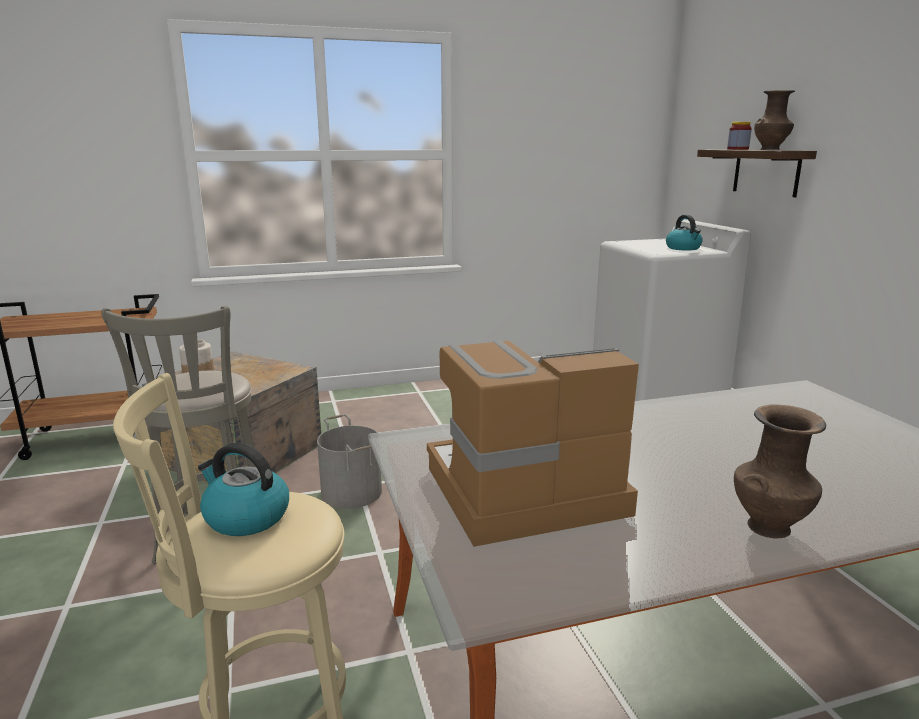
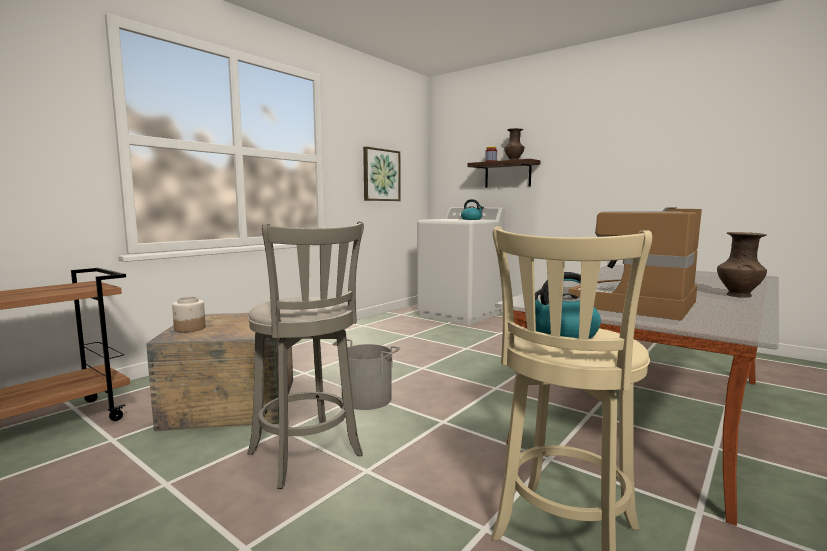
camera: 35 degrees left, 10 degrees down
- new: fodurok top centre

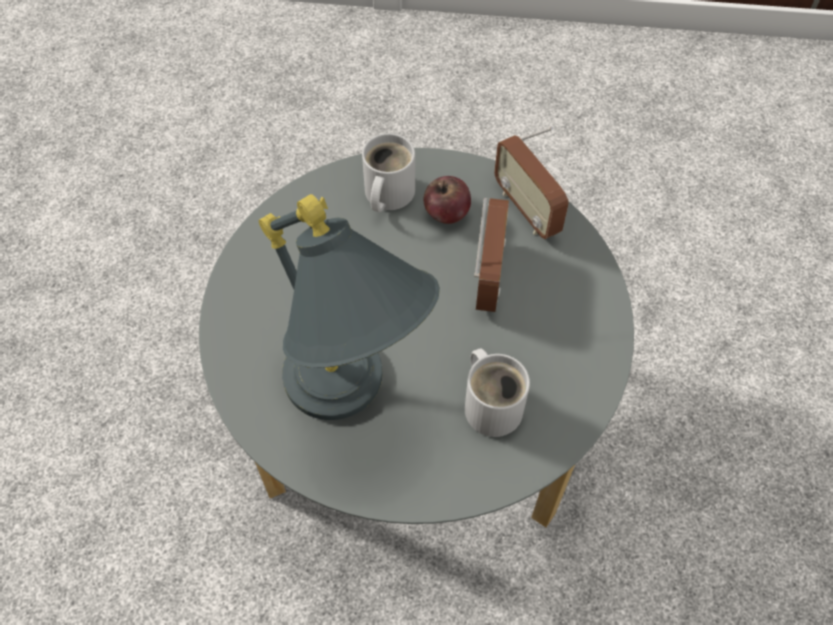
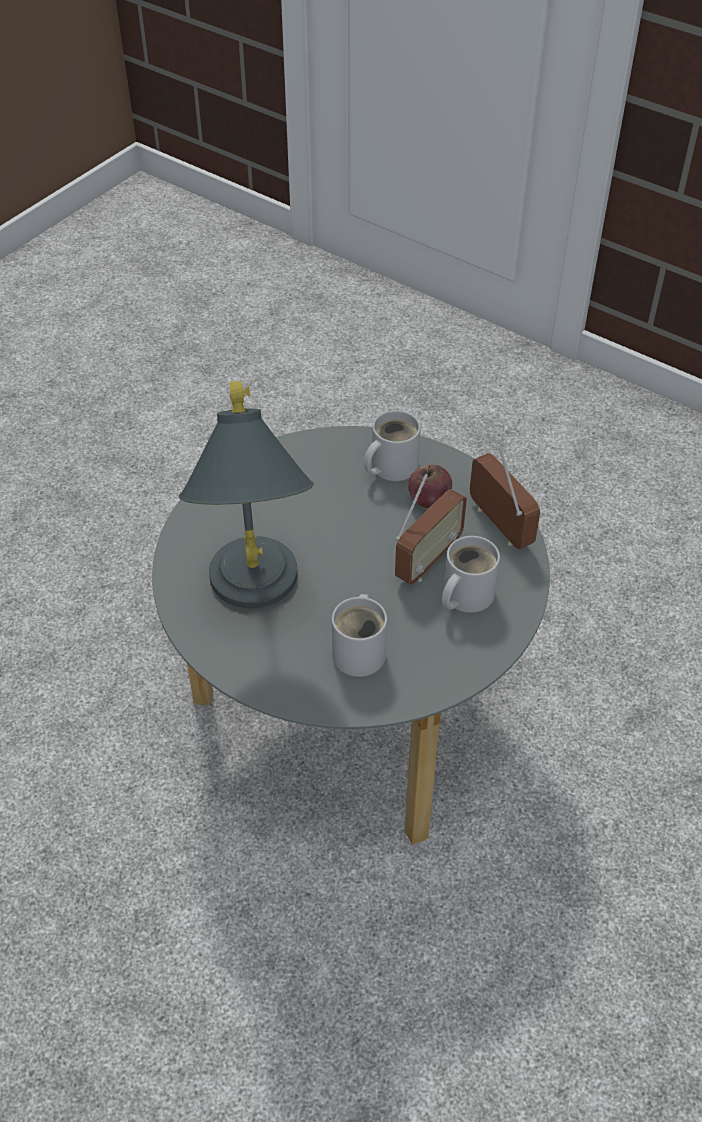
camera: 30 degrees right, 10 degrees down
- rotated: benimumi (no. 2 from left) top centre = middle right 150 degrees clockwise
- new: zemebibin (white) (no. 3 from left) middle right

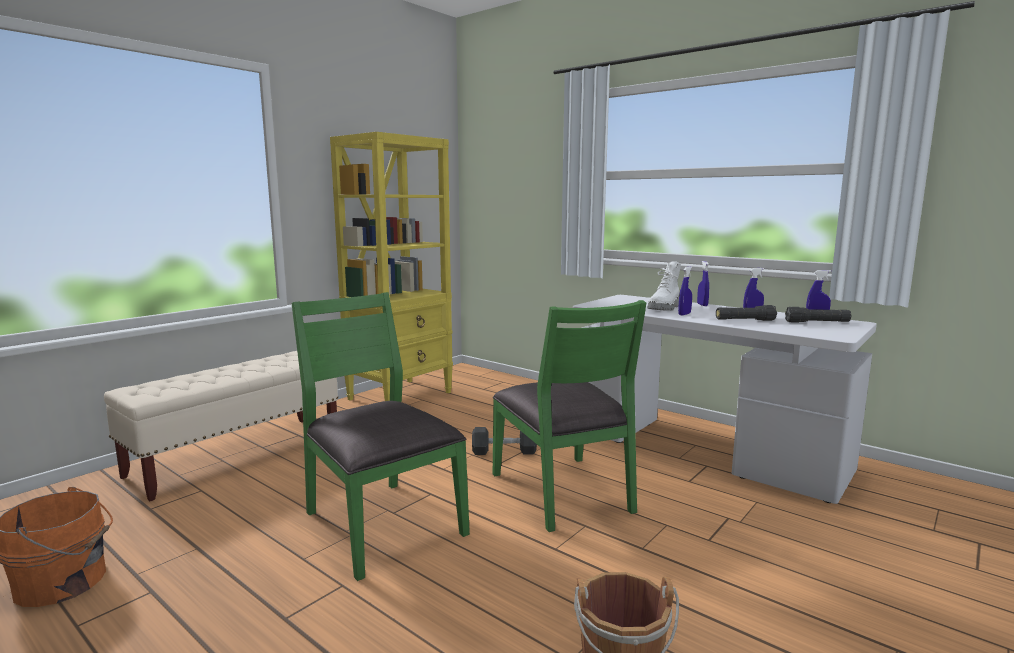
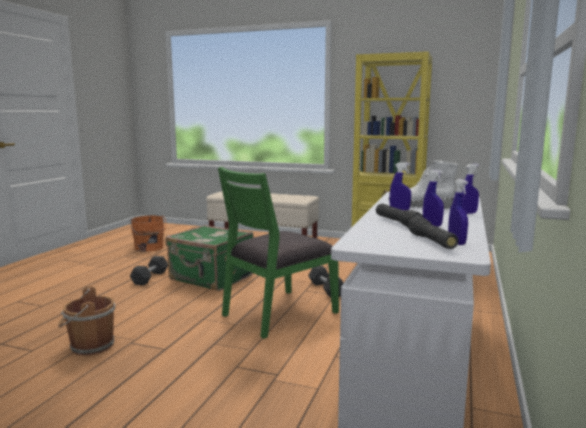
camera: 70 degrees right, 0 degrees up
- swapped: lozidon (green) (no. 1 from left) bottom centre to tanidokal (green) centre
- new: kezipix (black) (no. 1 from left) middle left

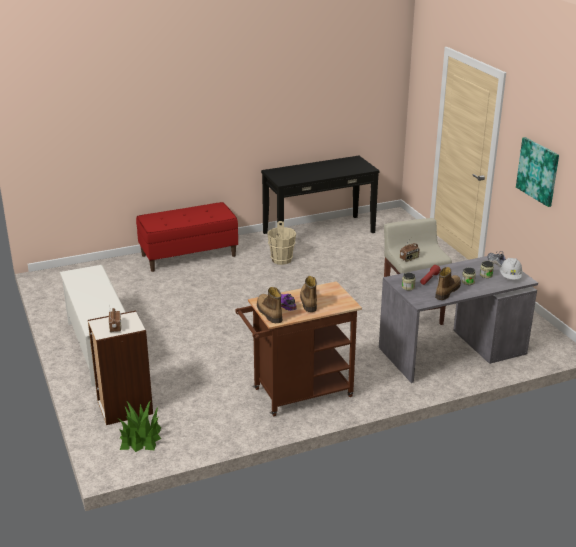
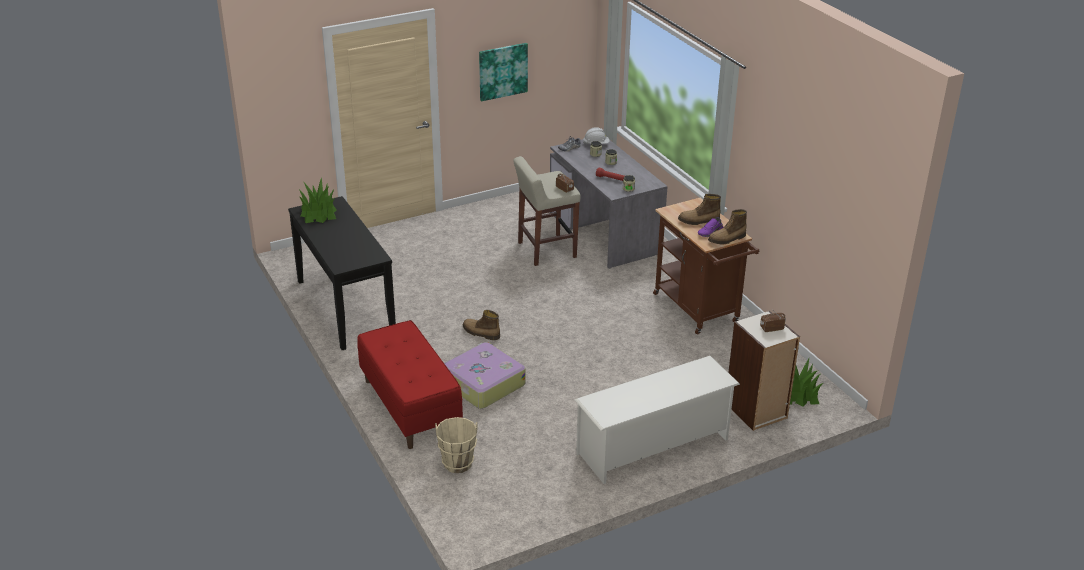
camera: 95 degrees left, 5 degrees up
- shifted: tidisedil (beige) centre to bottom centre
- shifted: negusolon (no. 3 from left in the first image) middle right to negusolon (no. 1 from left) centre
- new: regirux (no. 1 from left) middle left
- new: tanidokal centre

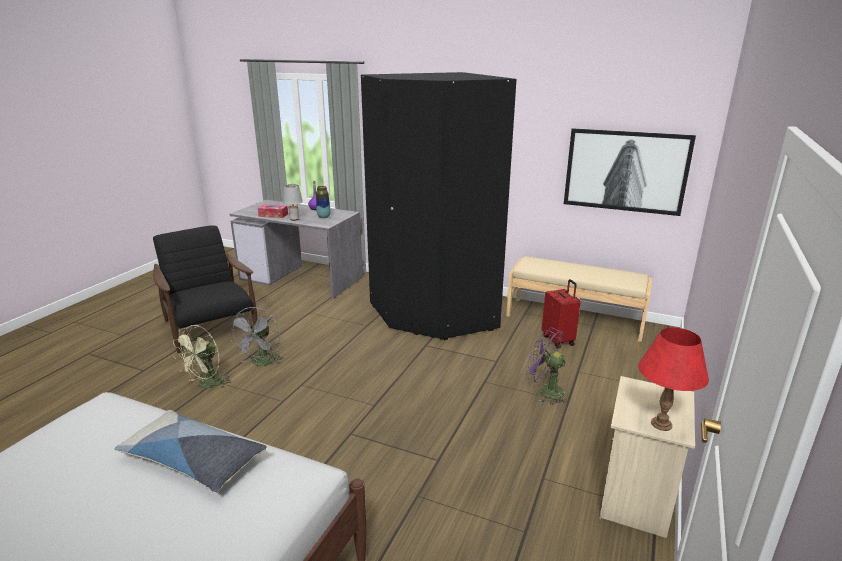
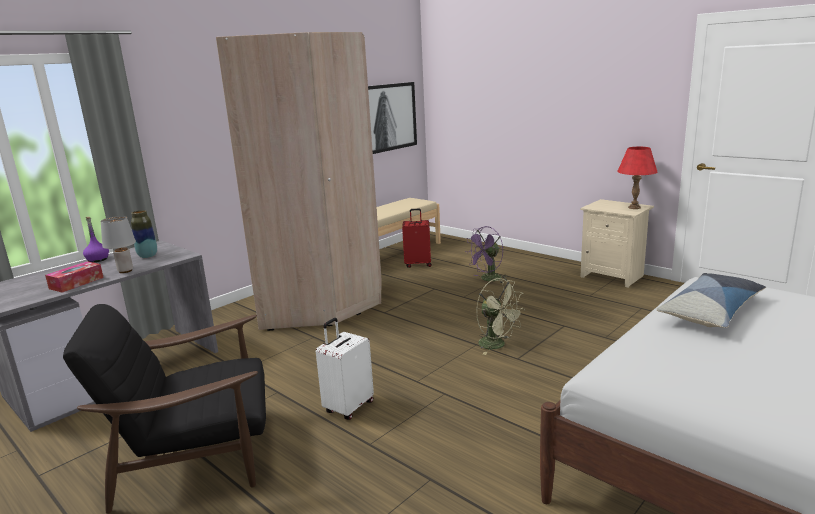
camera: 70 degrees left, 5 degrees down
- repainted: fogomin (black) centre to fogomin (beige) centre
- swapped: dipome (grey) middle left to tanidokal (white) bottom centre
- shifted: dipome (green) middle left to centre

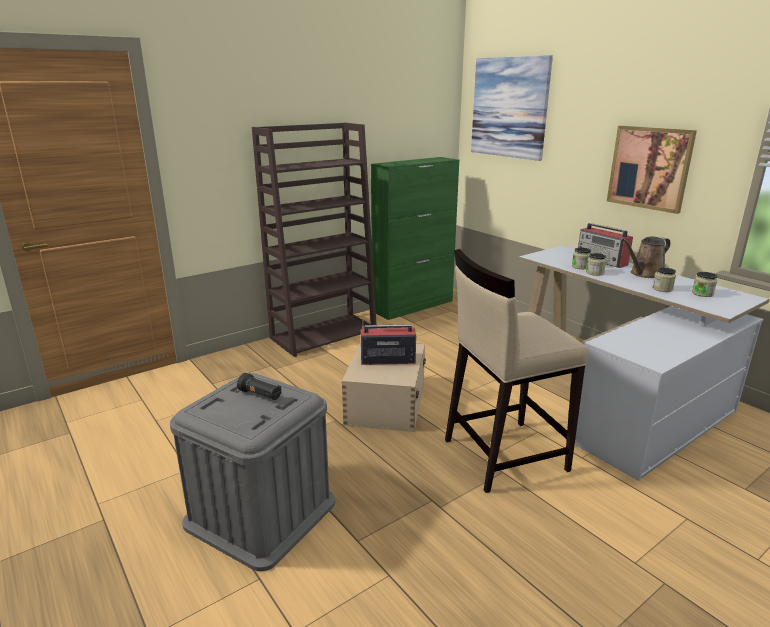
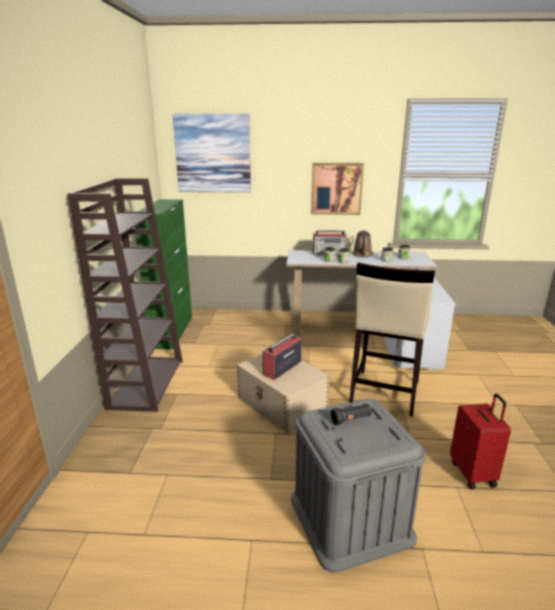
camera: 50 degrees left, 0 degrees up
- new: tanidokal (red) bottom right

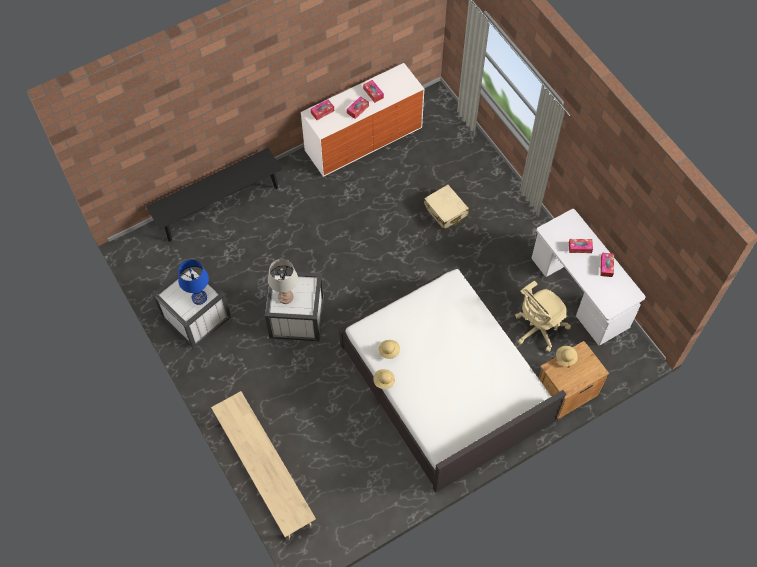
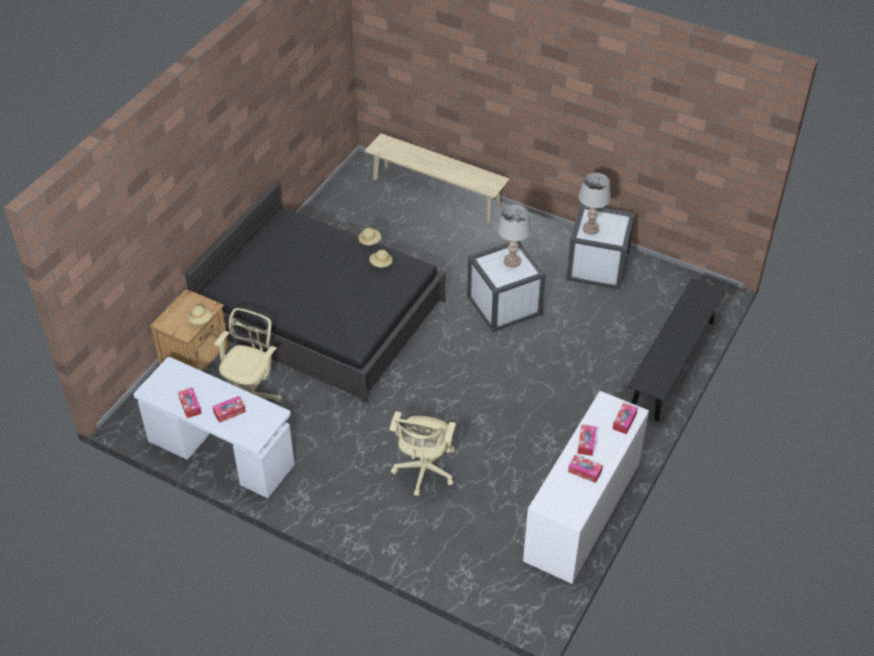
camera: 150 degrees right, 15 degrees down
- swapped: tanidokal (beige) centre to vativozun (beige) (no. 2 from left) bottom centre
- repainted: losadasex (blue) middle left to losadasex (grey) (no. 2 from left) top right
- repainted: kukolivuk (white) bottom centre to kukolivuk (black) centre

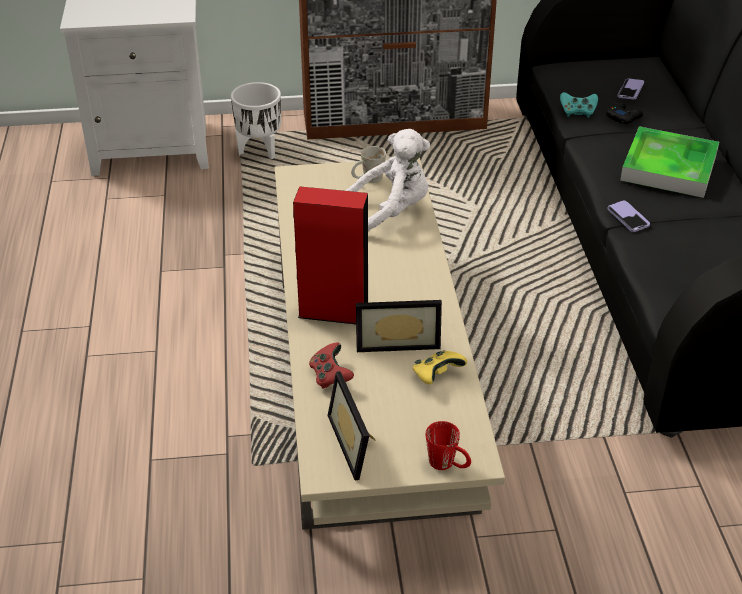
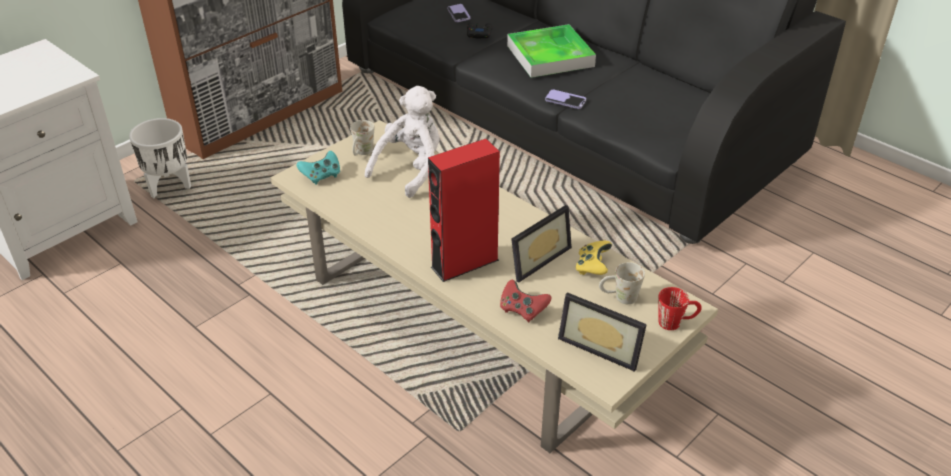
camera: 40 degrees left, 0 degrees up
- shifted: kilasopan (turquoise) top right to centre
- new: zemebibin (white) (no. 2 from left) centre

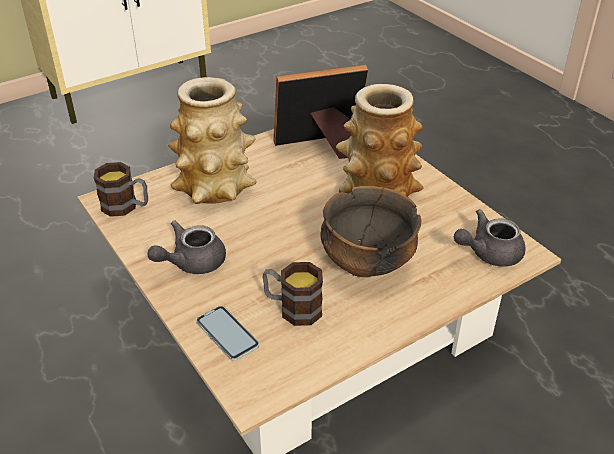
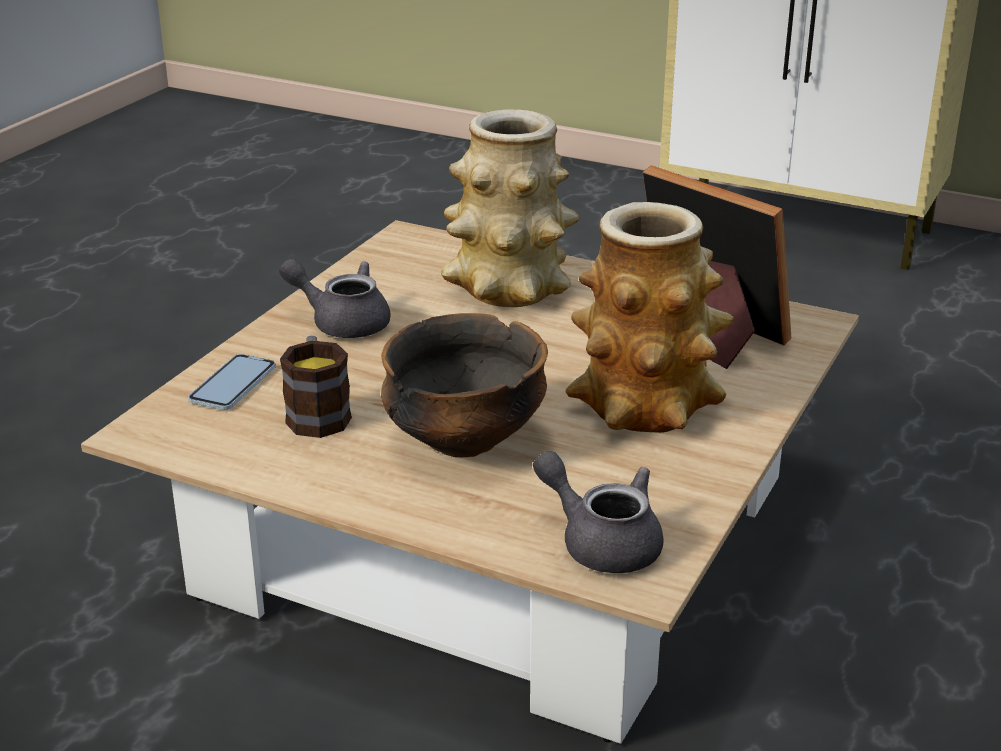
camera: 60 degrees right, 10 degrees down
- gone: zemebibin (no. 1 from left) middle left

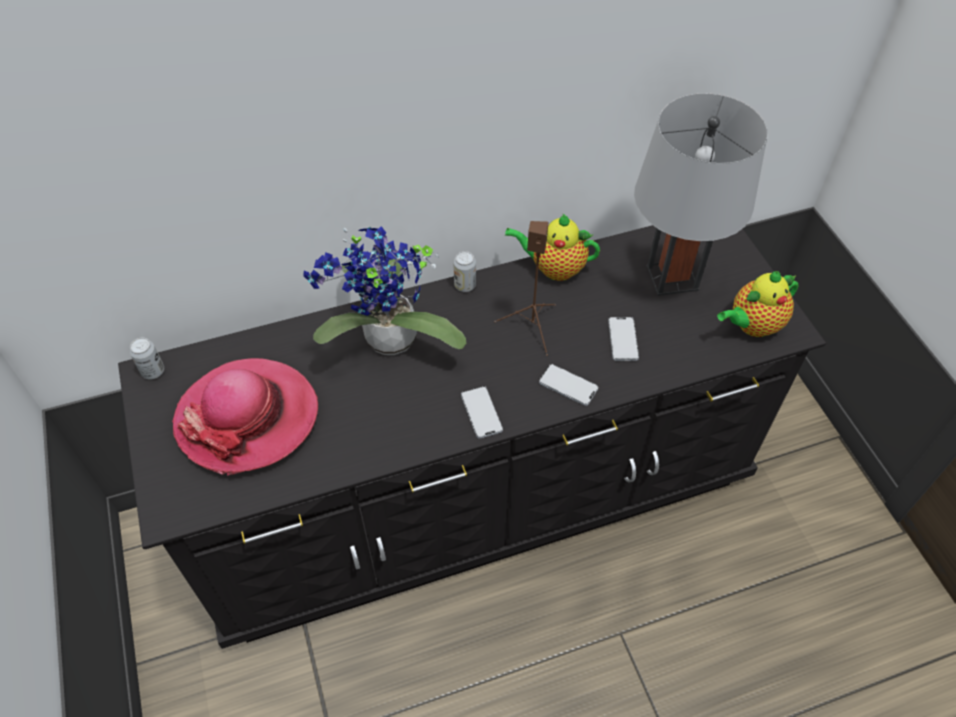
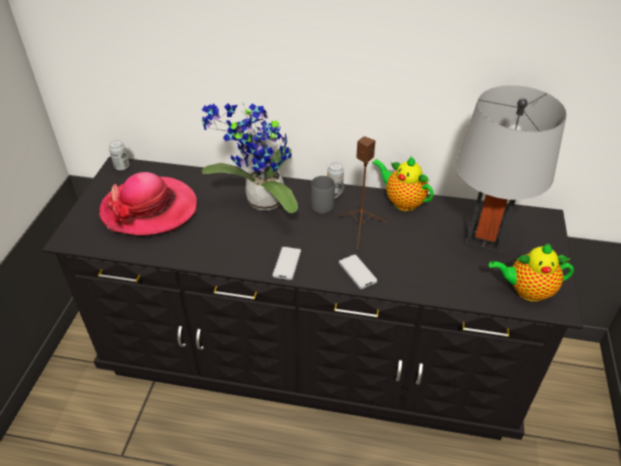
camera: 30 degrees right, 10 degrees down
- gone: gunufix (no. 3 from left) centre
- new: zemebibin (grey) centre

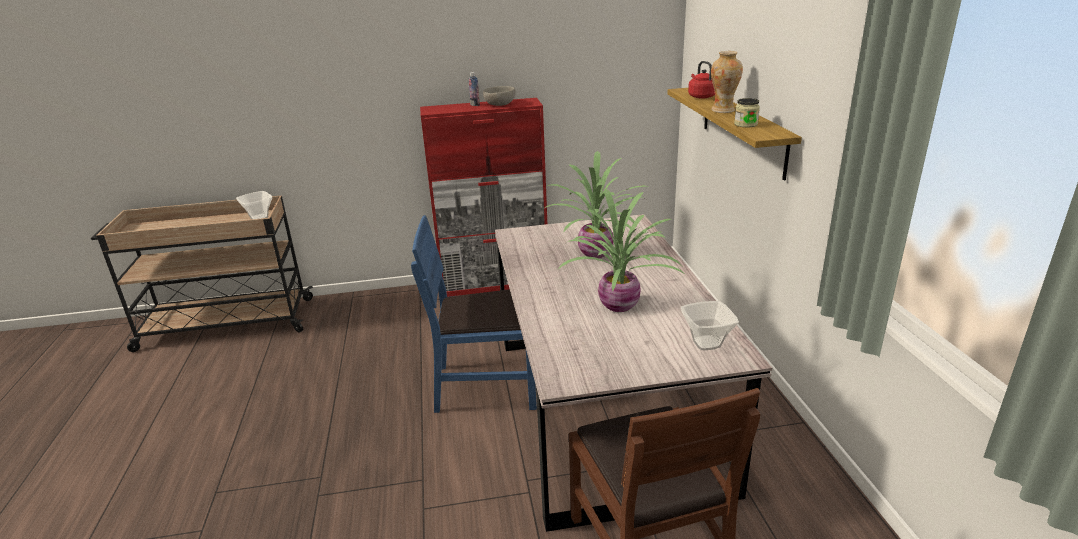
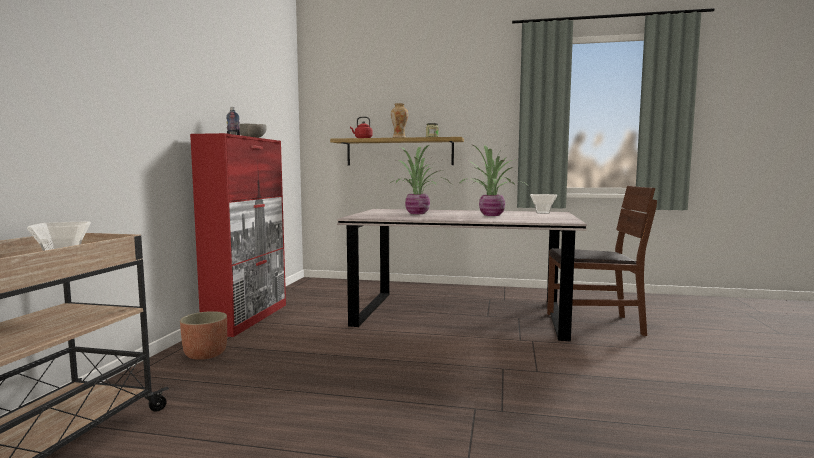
camera: 70 degrees left, 20 degrees down
- gone: lozidon (blue) centre
- new: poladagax bottom left

